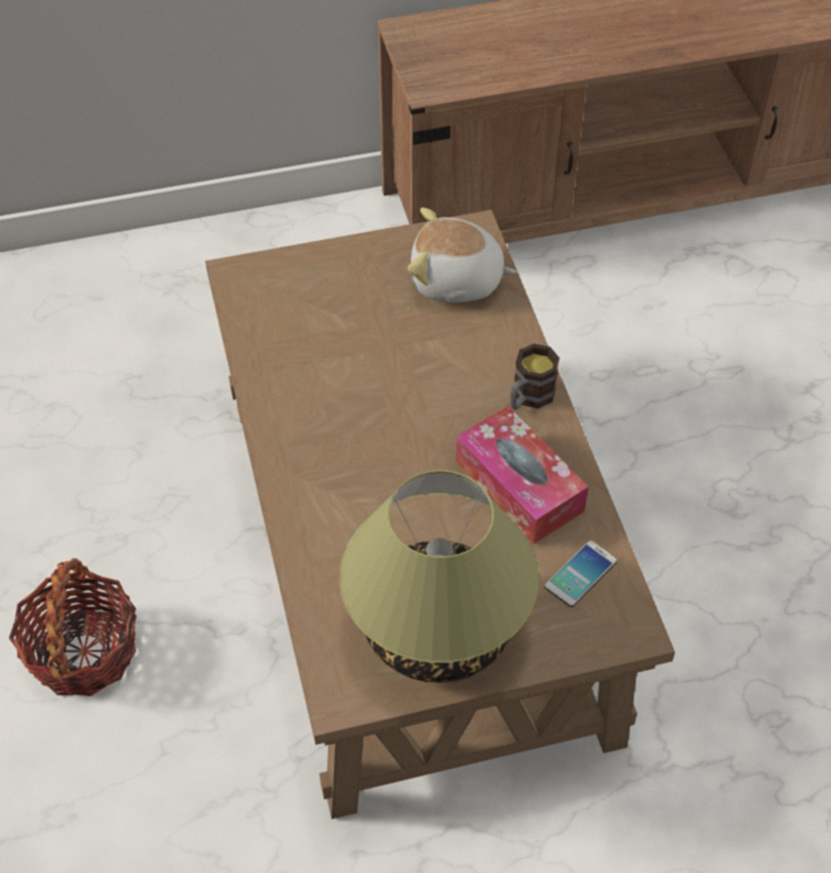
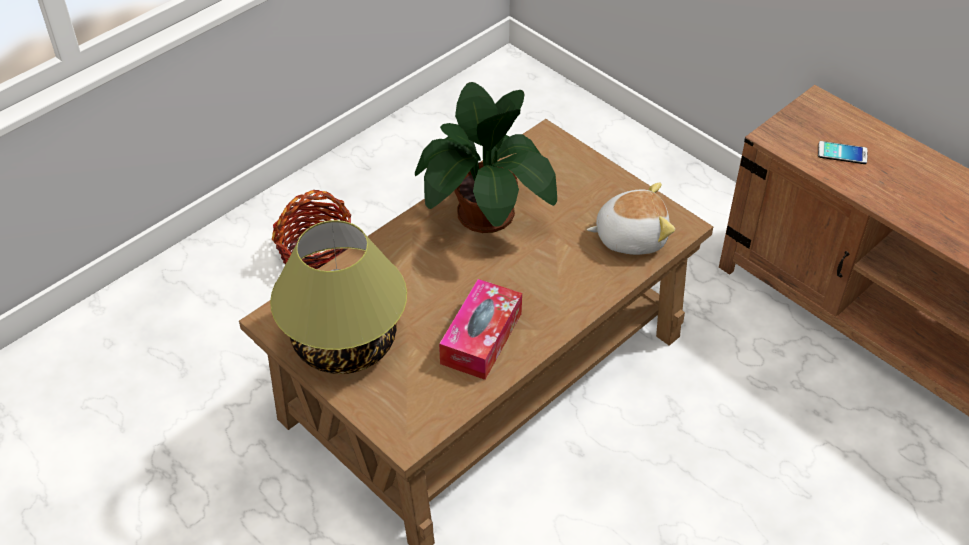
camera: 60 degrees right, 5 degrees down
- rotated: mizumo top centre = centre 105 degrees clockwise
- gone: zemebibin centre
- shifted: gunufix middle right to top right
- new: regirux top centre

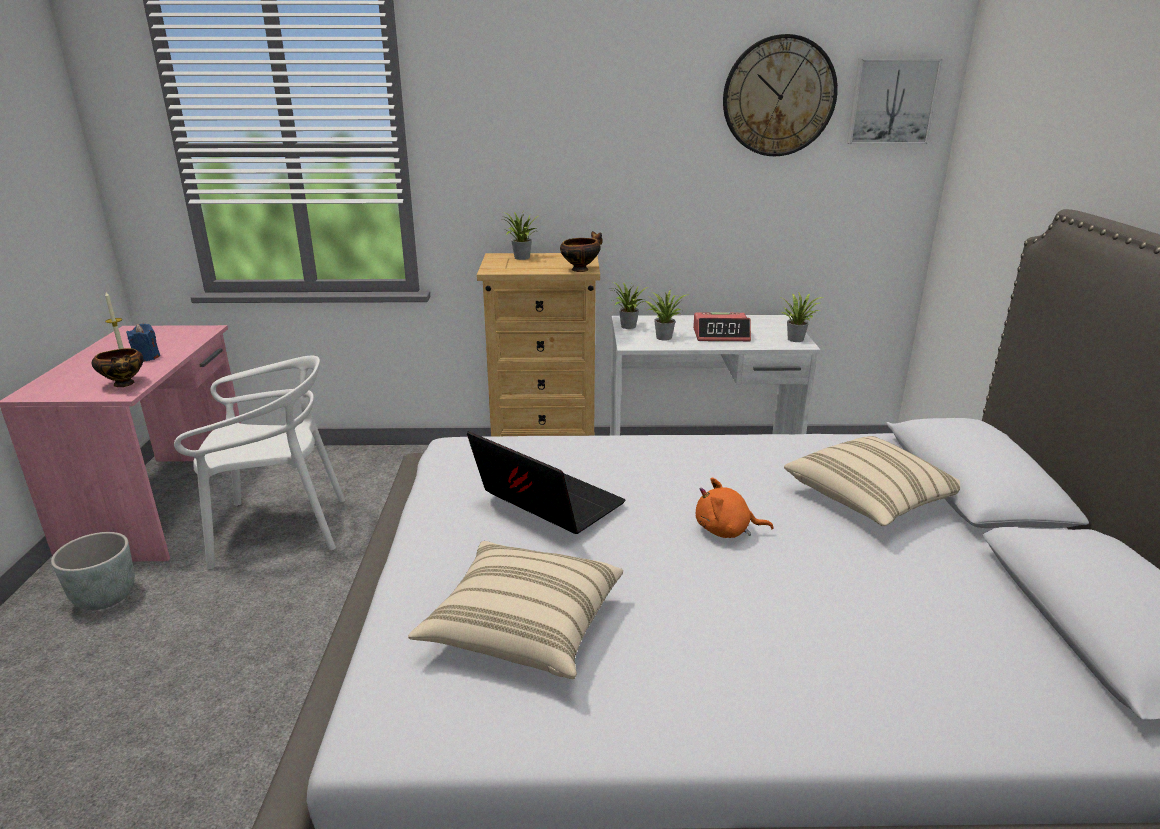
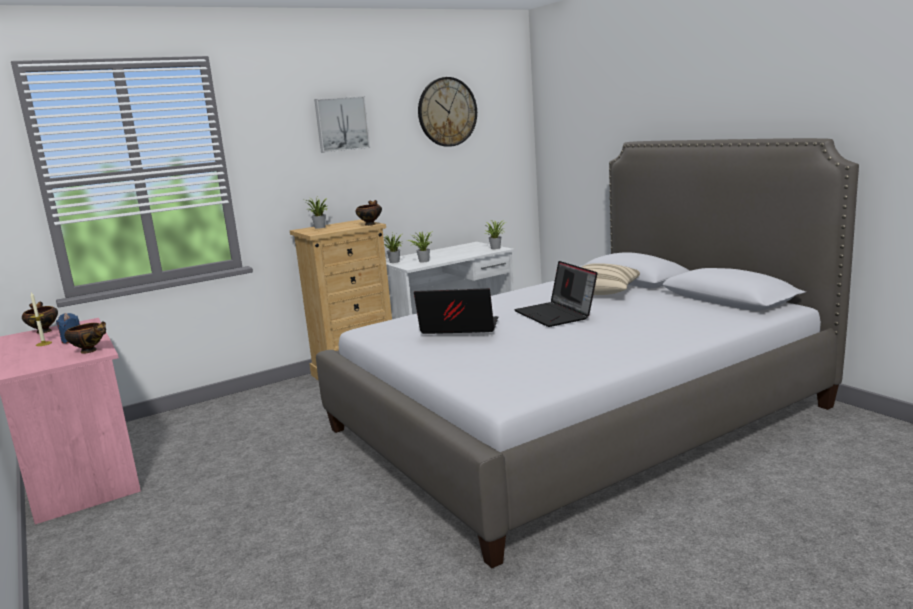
camera: 30 degrees left, 10 degrees down
- shifted: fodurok top right to top centre
- gone: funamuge centre
- gone: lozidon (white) middle left
- swapped: mizumo (orange) centre to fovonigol (no. 2 from left) centre
- gone: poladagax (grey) bottom left
- gone: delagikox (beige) (no. 1 from left) bottom centre
- new: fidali (no. 1 from left) middle left

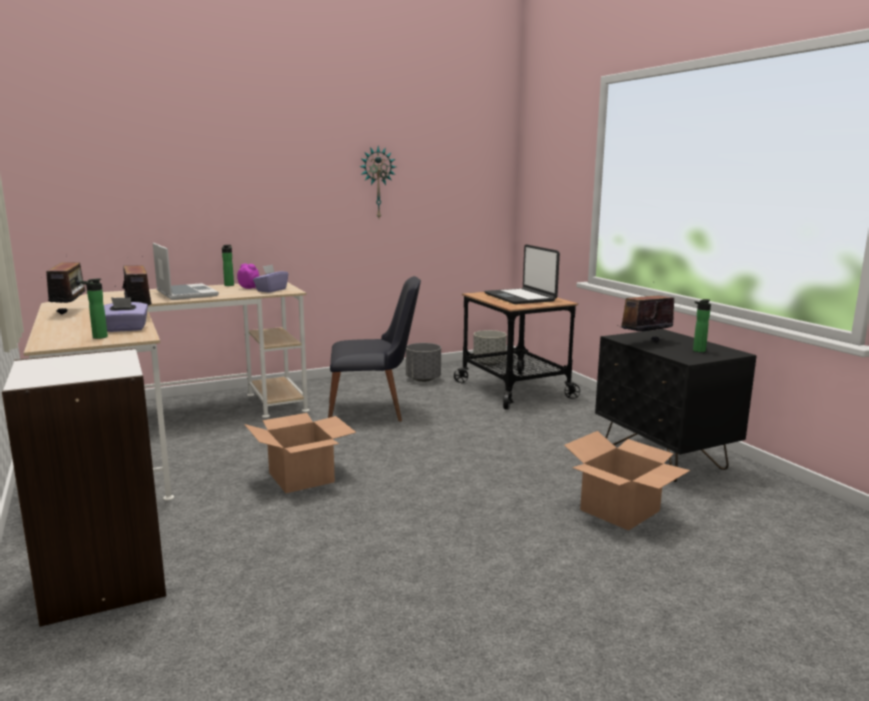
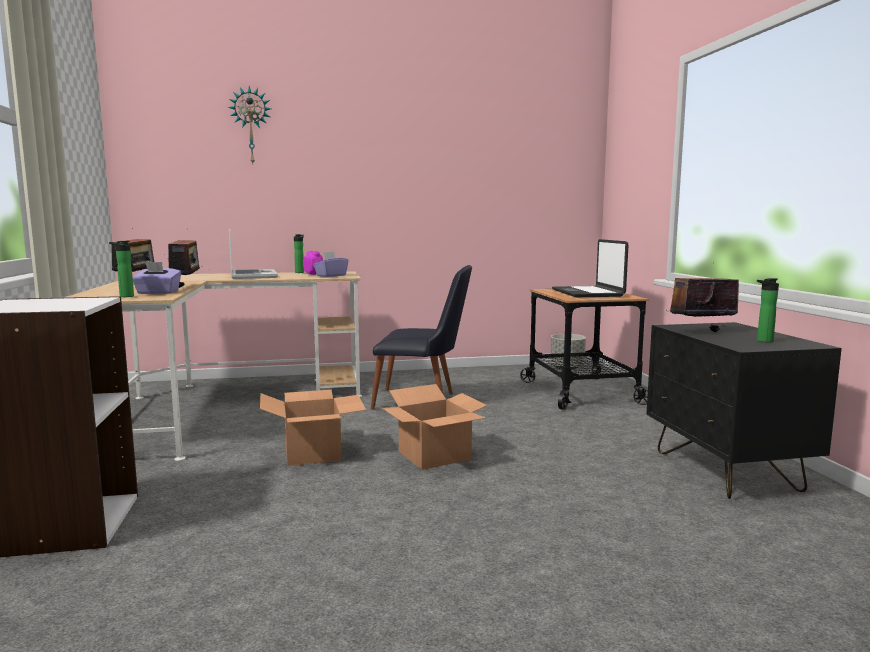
camera: 15 degrees right, 5 degrees down
- shifted: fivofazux top centre to top left
- gone: poladagax (grey) (no. 1 from left) centre
- shifted: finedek (no. 2 from left) bottom right to centre

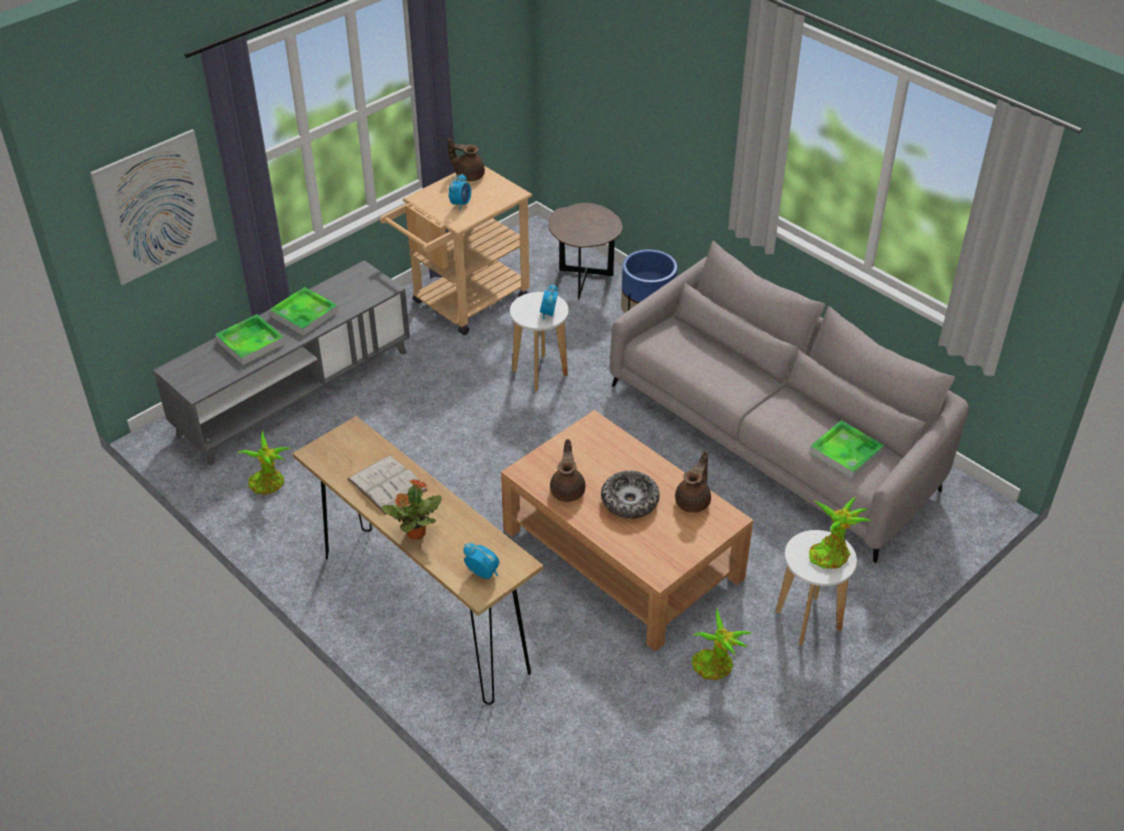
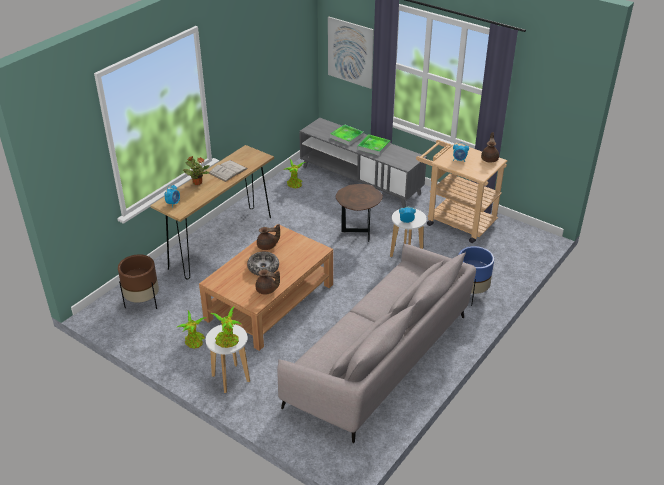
camera: 80 degrees right, 5 degrees down
- shifted: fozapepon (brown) top centre to centre
- gone: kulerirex (no. 3 from left) middle right
- new: poladagax (brown) middle left

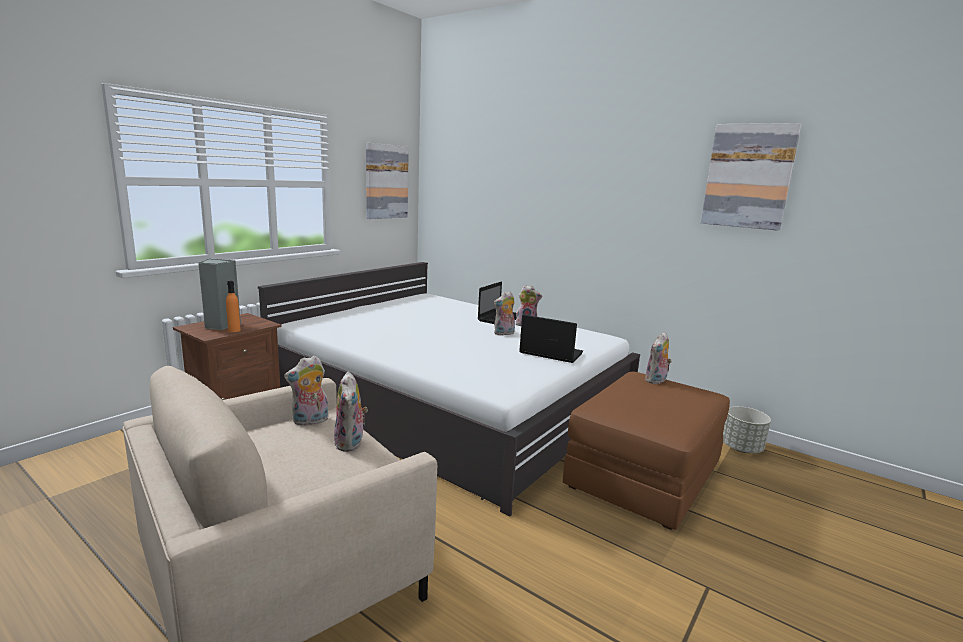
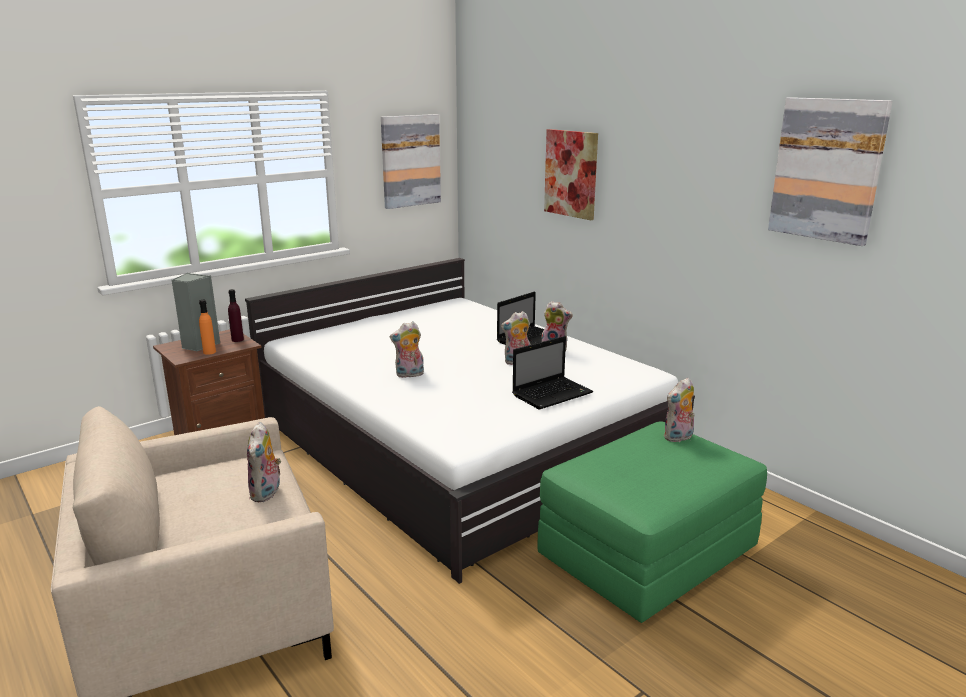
camera: 15 degrees right, 5 degrees up
- rotated: fovonigol (no. 2 from left) centre = centre 105 degrees clockwise
- shifted: mizumo (no. 1 from left in the first image) middle left to mizumo (no. 2 from left) centre
- repainted: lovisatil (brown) bottom right to lovisatil (green) bottom right
- gone: poladagax (grey) bottom right
- new: fodurok (no. 2 from left) top centre
- new: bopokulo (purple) middle left

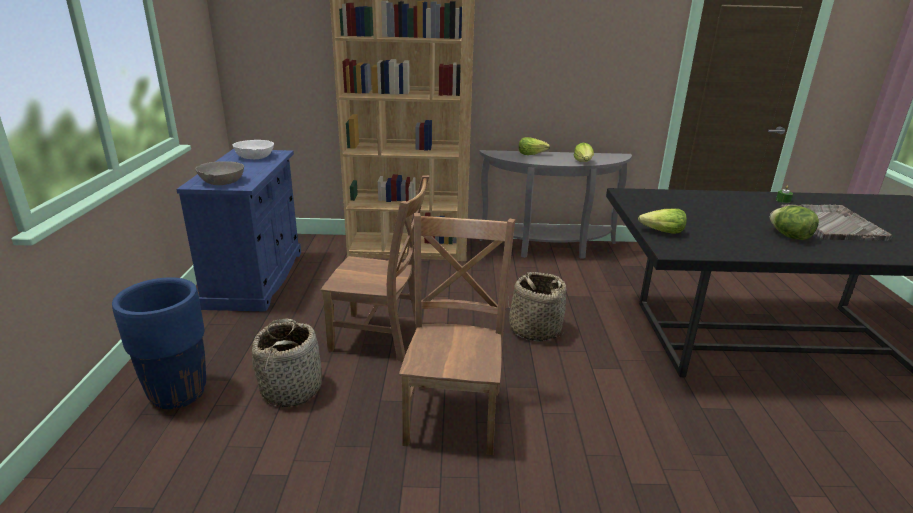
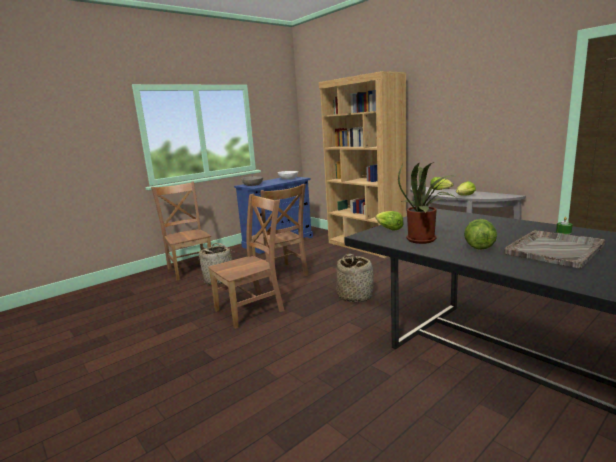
camera: 50 degrees right, 10 degrees down
- swapped: poladagax (blue) bottom left to lozidon (brown) (no. 1 from left) middle left
- new: regirux middle right

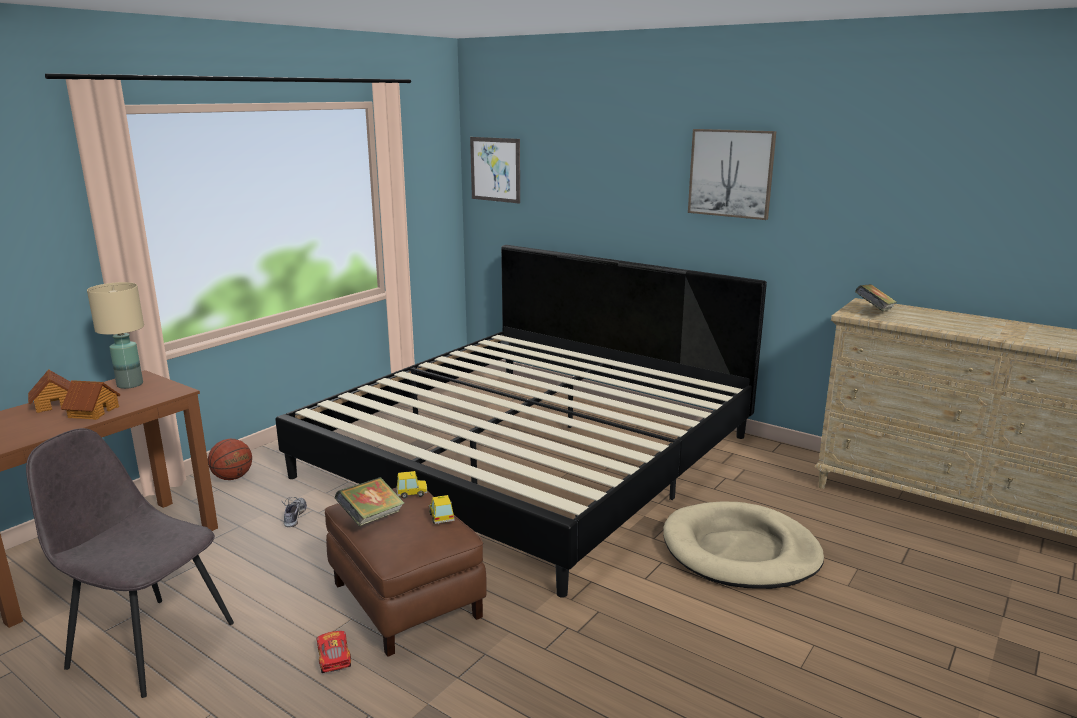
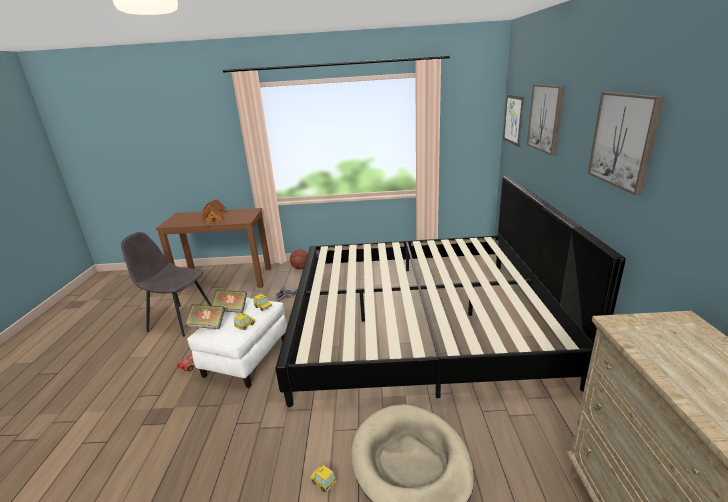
camera: 55 degrees right, 5 degrees up
- gone: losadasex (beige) middle left
- shifted: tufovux (no. 2 from left in the first image) middle right to tufovux (no. 1 from left) middle left
- rotated: lozidon (grey) bottom left = middle left 60 degrees counterclockwise
- repainted: lovisatil (brown) bottom centre to lovisatil (white) bottom left
- new: fodurok (no. 2 from left) top right
- new: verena (no. 4 from left) bottom centre

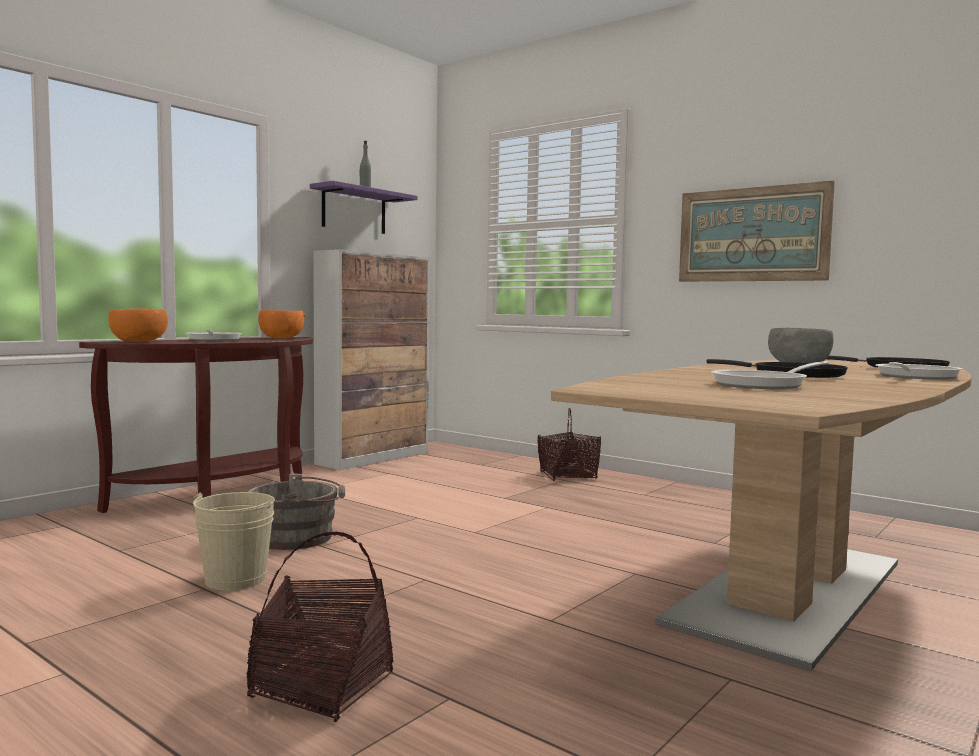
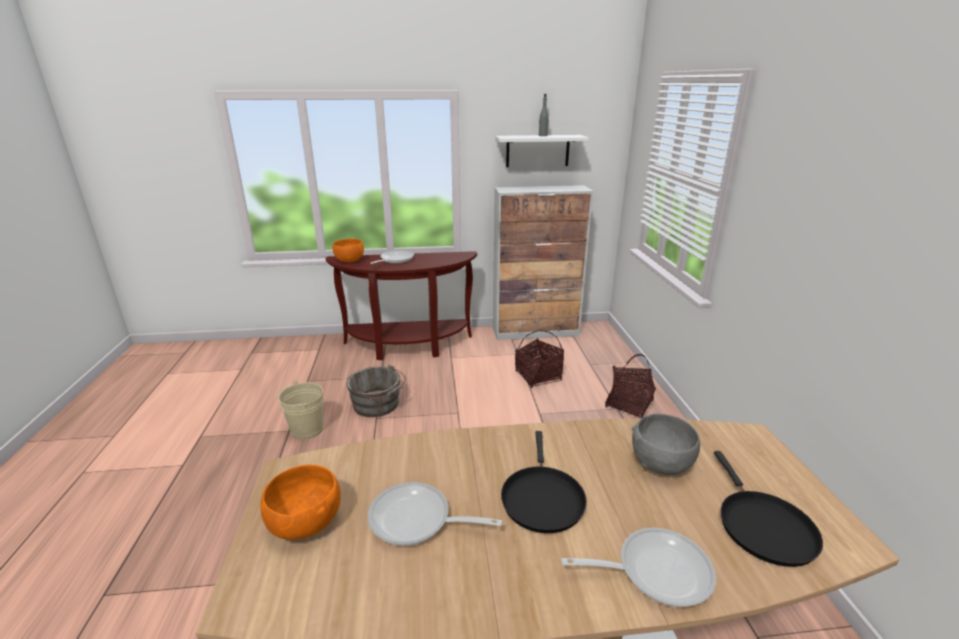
camera: 45 degrees right, 20 degrees up
- repainted: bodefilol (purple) top centre to bodefilol (white) top centre
- gone: fodurok top right
- shifted: fidali (orange) (no. 2 from left in the first image) middle left to fidali (orange) (no. 1 from left) bottom left
- shifted: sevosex (no. 1 from left) bottom left to centre

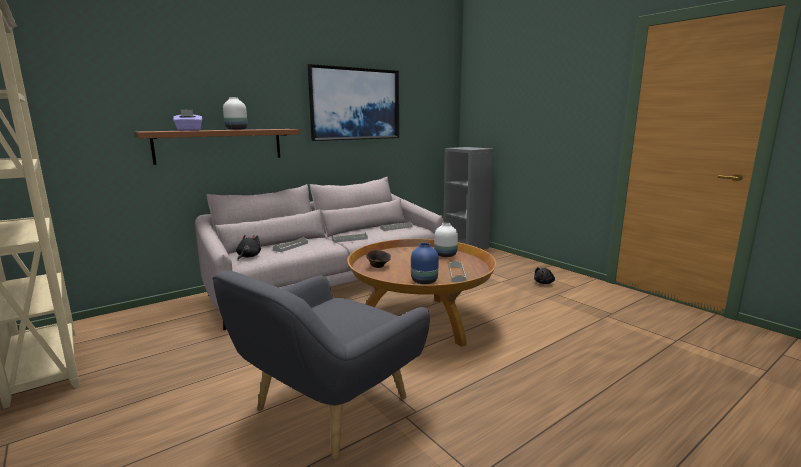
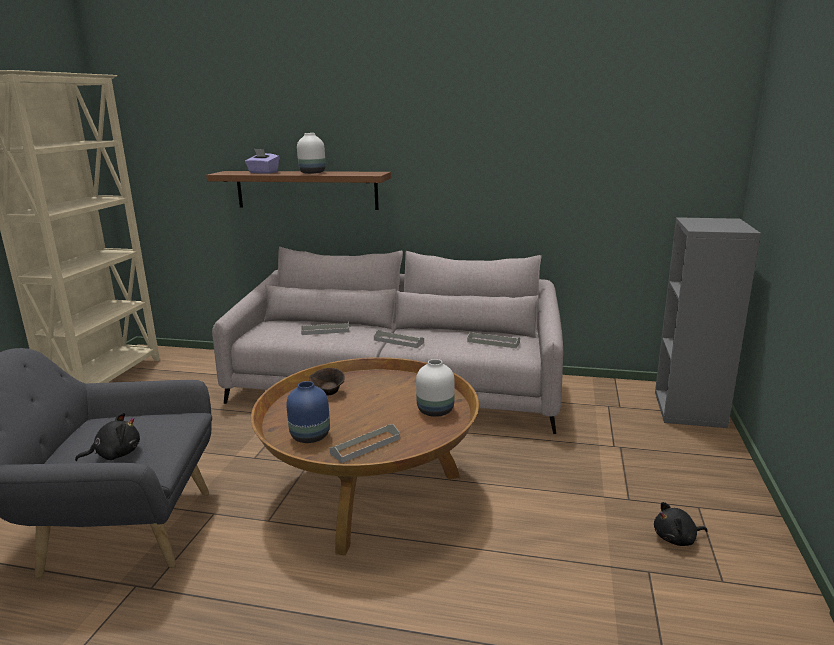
camera: 50 degrees right, 5 degrees up
- gone: fodurok top centre
- shifted: mizumo (black) (no. 1 from left) middle left to bottom left

